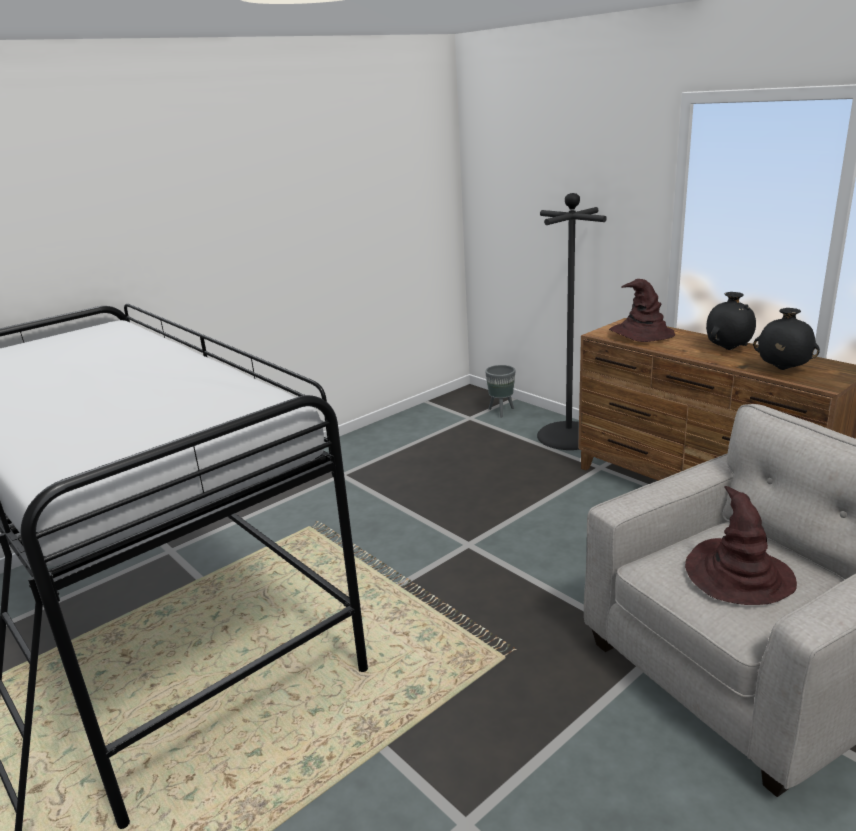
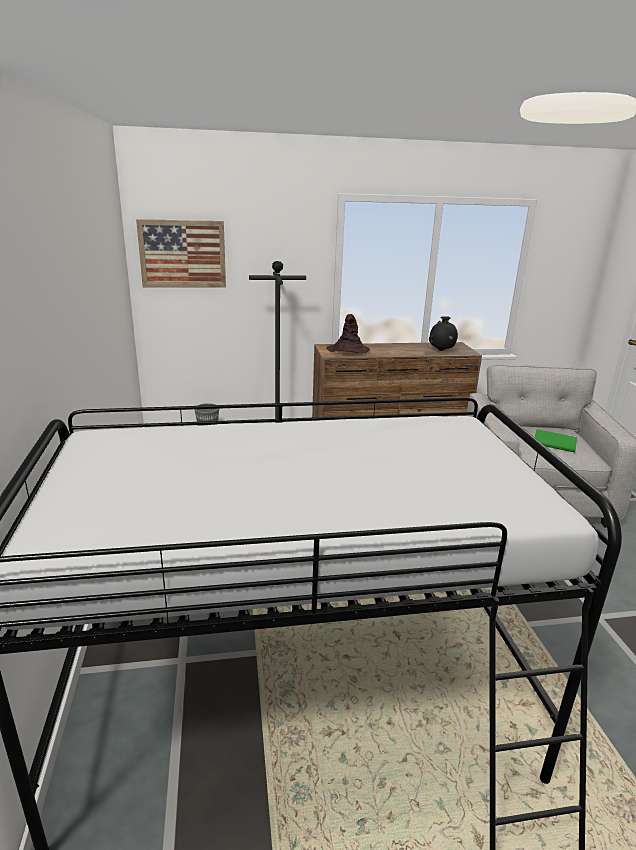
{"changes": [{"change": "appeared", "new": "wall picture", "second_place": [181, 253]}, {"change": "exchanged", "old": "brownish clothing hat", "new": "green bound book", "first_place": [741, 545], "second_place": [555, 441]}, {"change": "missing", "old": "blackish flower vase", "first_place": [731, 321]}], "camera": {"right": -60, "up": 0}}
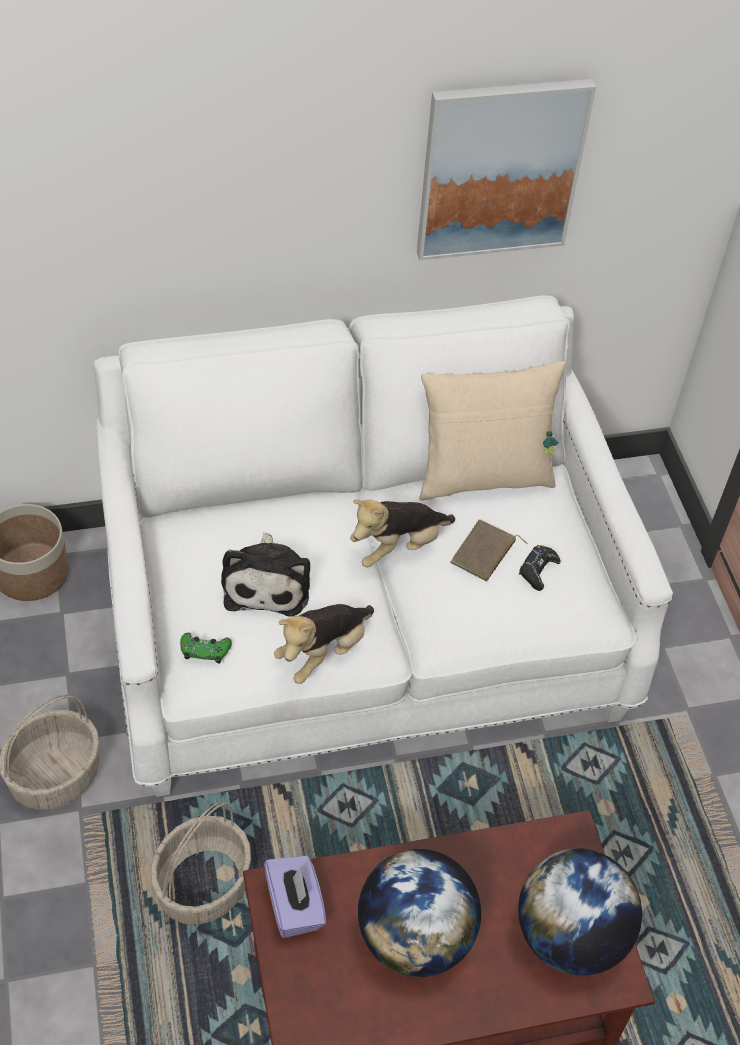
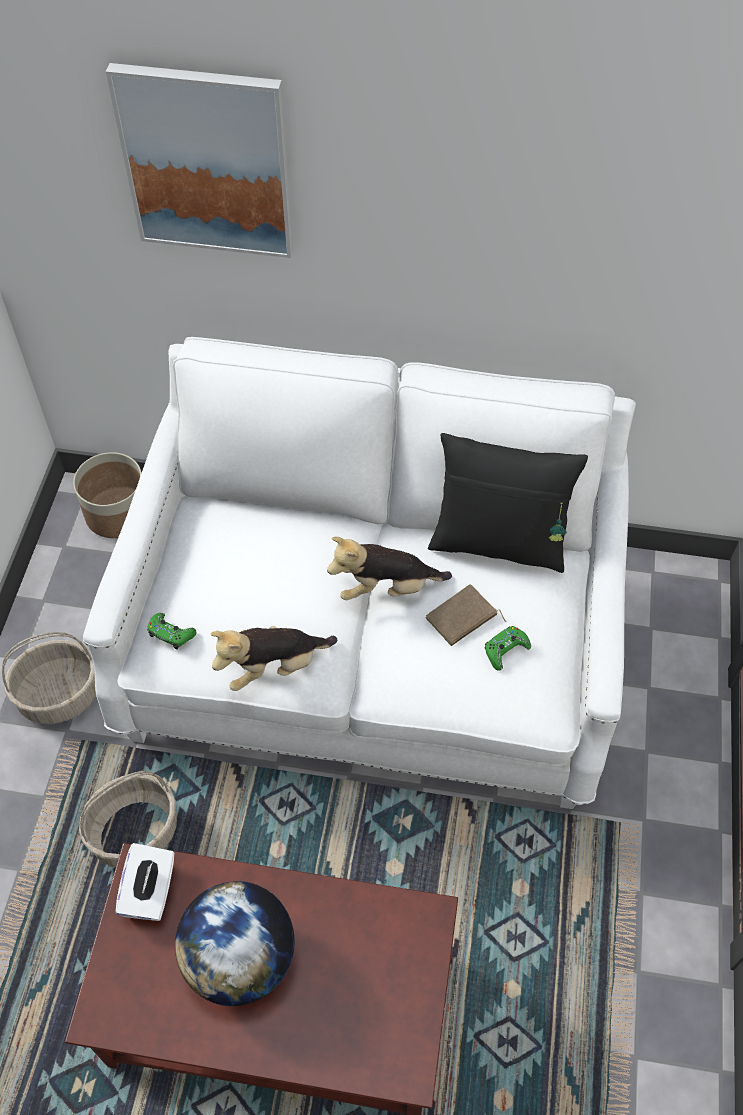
{"changes": [{"change": "relocated", "old": "wall picture", "first_place": [506, 169], "second_place": [199, 160]}, {"change": "colour", "old": "purple tissue holder", "new": "white-coloured tissue holder", "first_place": [295, 897], "second_place": [144, 882]}, {"change": "colour", "old": "sand-coloured throw pillow", "new": "blackish throw pillow", "first_place": [492, 431], "second_place": [508, 503]}, {"change": "colour", "old": "blackish gamepad", "new": "green gamepad", "first_place": [540, 568], "second_place": [507, 648]}, {"change": "missing", "old": "soft toy", "first_place": [265, 574]}, {"change": "missing", "old": "globe", "first_place": [580, 912]}], "camera": {"right": 25, "up": 5}}
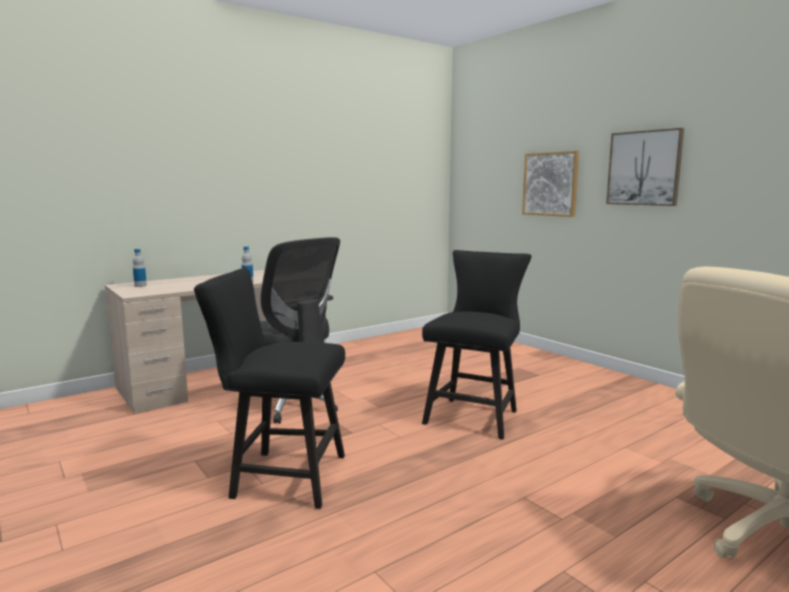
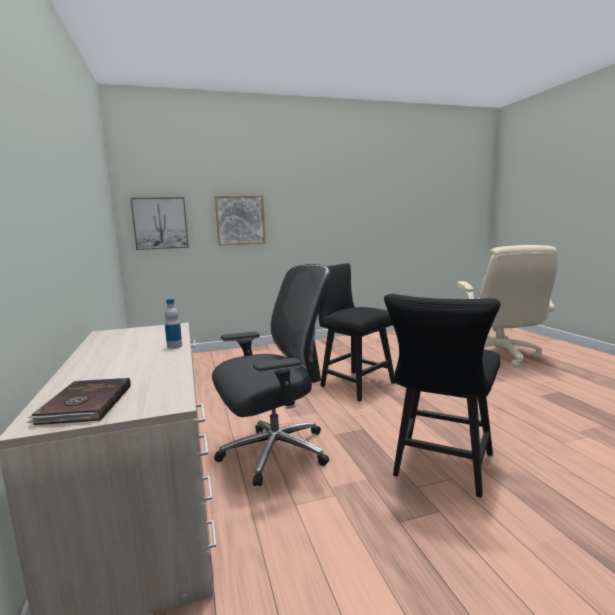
{"changes": [{"change": "exchanged", "old": "bottle", "new": "brownish bound book", "first_place": [140, 268], "second_place": [78, 401]}, {"change": "relocated", "old": "wall picture", "first_place": [645, 167], "second_place": [159, 223]}], "camera": {"right": -70, "up": 0}}
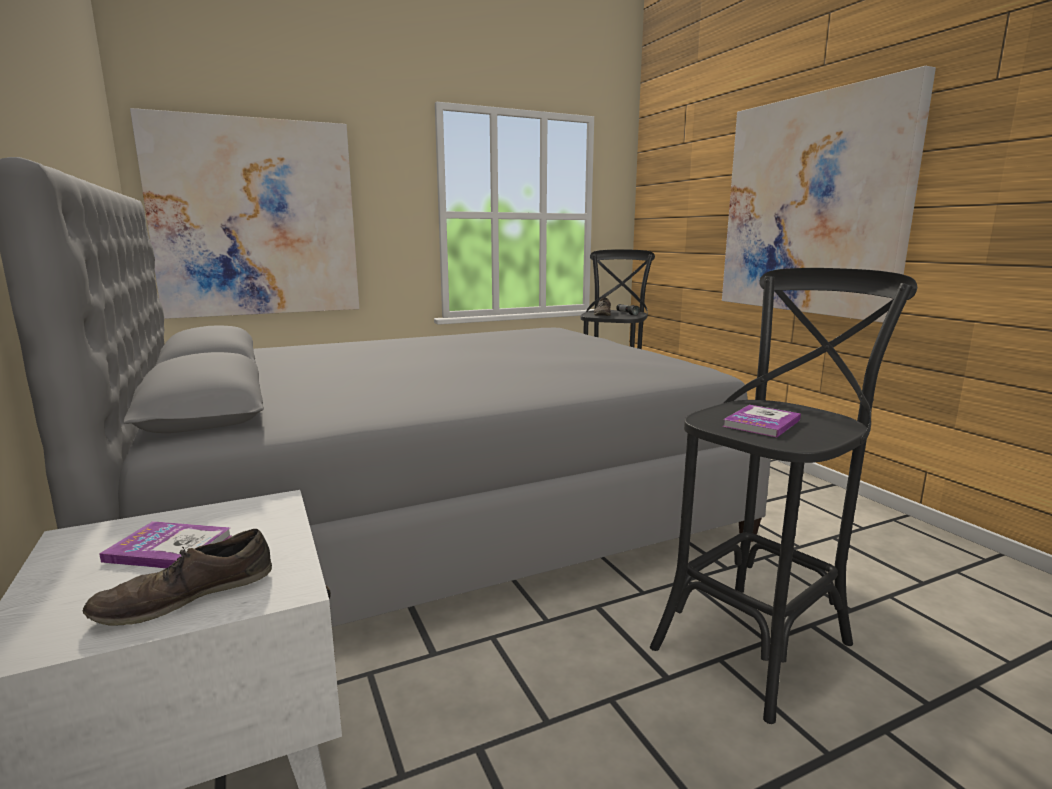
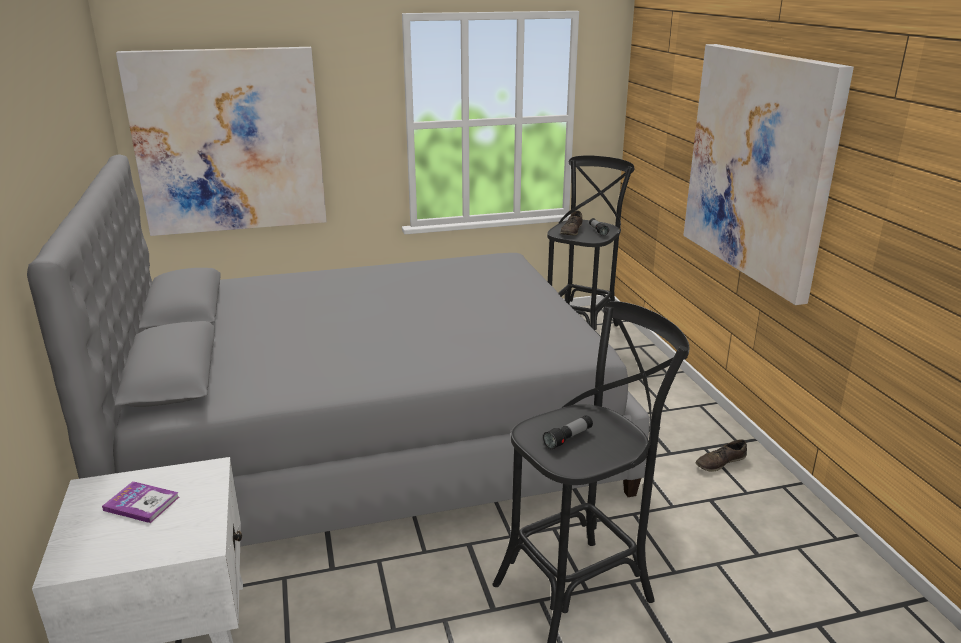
{"changes": [{"change": "exchanged", "old": "bound book", "new": "hand torch", "first_place": [762, 421], "second_place": [568, 432]}, {"change": "relocated", "old": "brownish item of footwear", "first_place": [177, 577], "second_place": [721, 455]}], "camera": {"right": 10, "up": 10}}
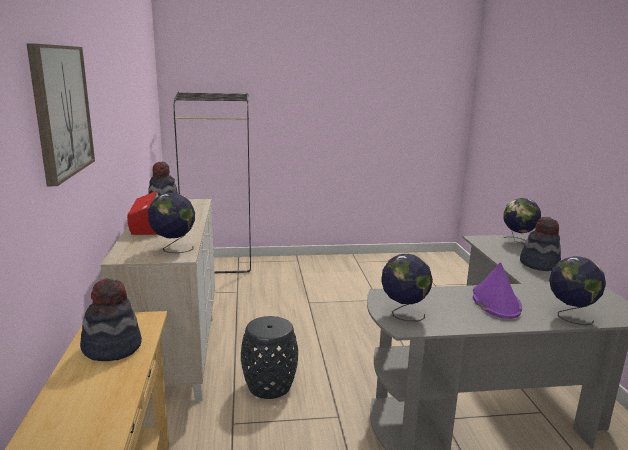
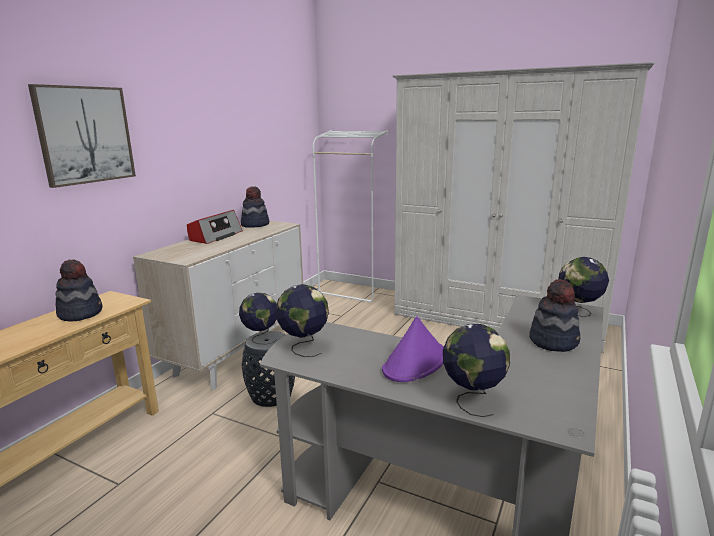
{"changes": [{"change": "relocated", "old": "globe", "first_place": [171, 223], "second_place": [258, 319]}, {"change": "colour", "old": "blackish garment stand", "new": "white-coloured garment stand", "first_place": [212, 182], "second_place": [350, 216]}, {"change": "appeared", "new": "white-coloured clothes cupboard", "second_place": [524, 207]}], "camera": {"right": 35, "up": 0}}
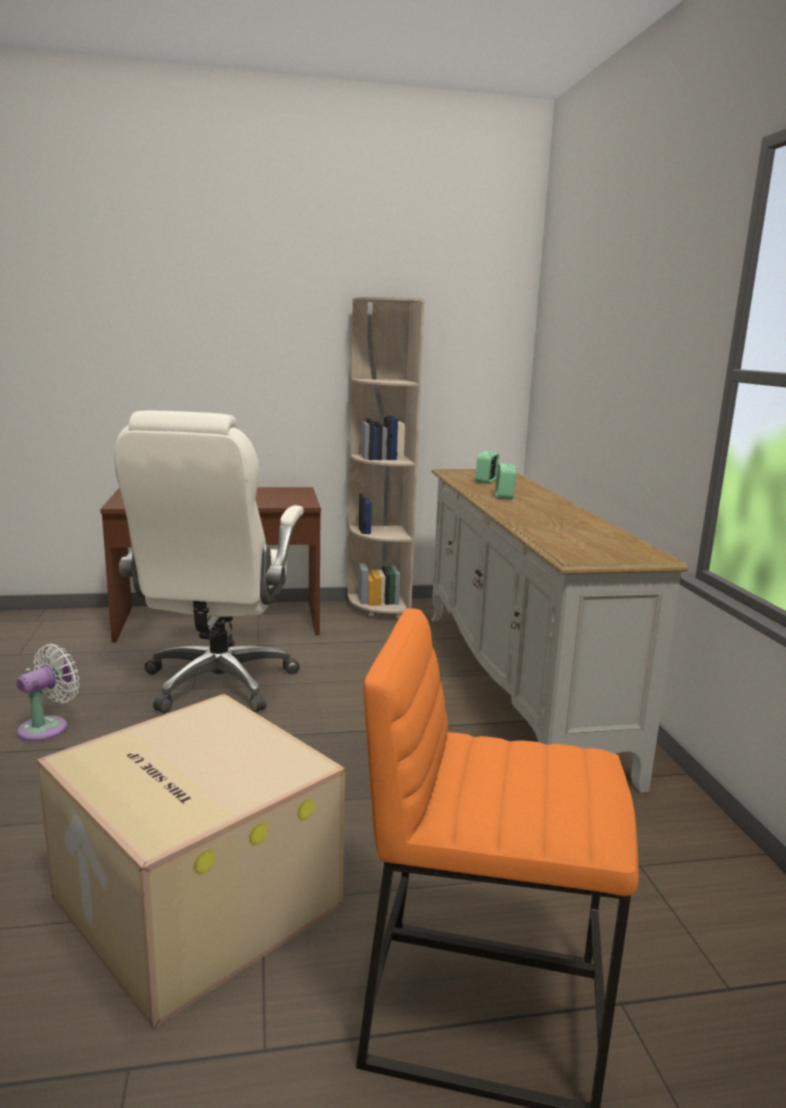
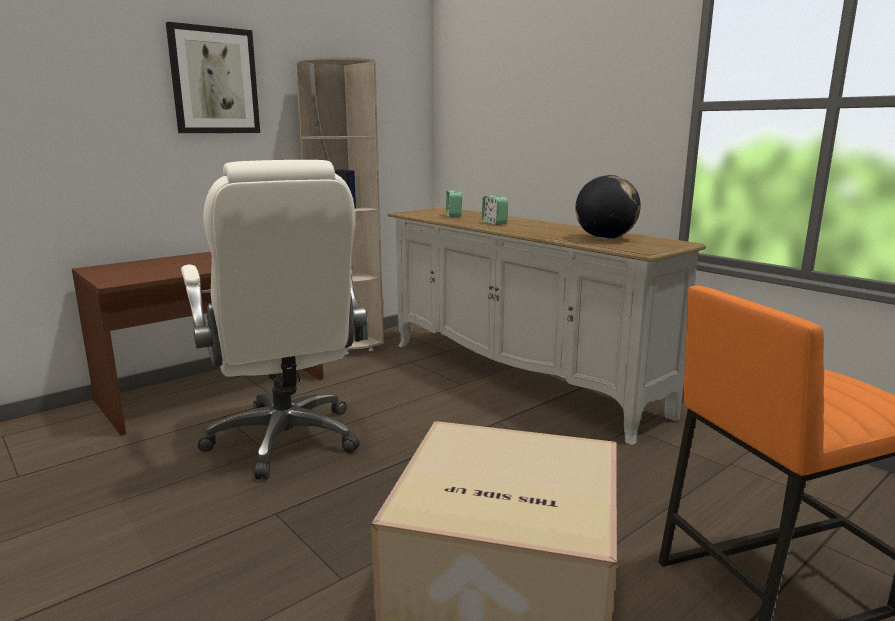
{"changes": [{"change": "appeared", "new": "wall picture", "second_place": [213, 77]}, {"change": "appeared", "new": "globe", "second_place": [608, 207]}, {"change": "missing", "old": "white-coloured cooling fan", "first_place": [47, 693]}], "camera": {"right": -30, "up": 0}}
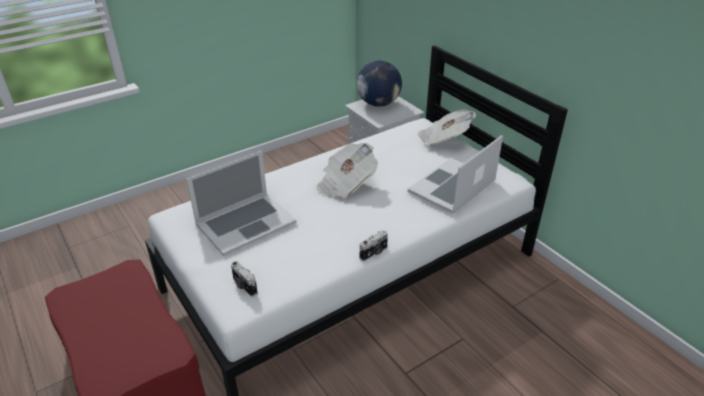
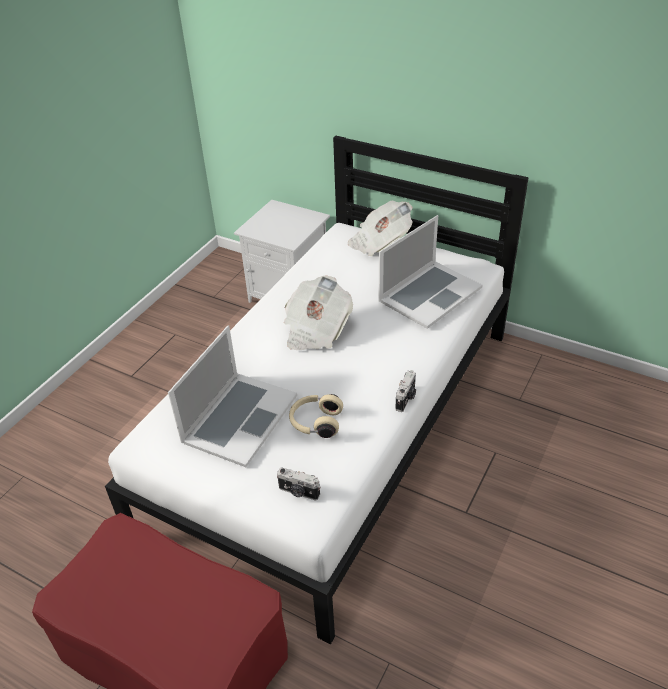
{"changes": [{"change": "appeared", "new": "sand-coloured headphones", "second_place": [316, 416]}, {"change": "spun", "old": "portable computer", "first_place": [455, 174], "second_place": [431, 272], "degrees": -150}, {"change": "missing", "old": "globe", "first_place": [379, 84]}], "camera": {"right": -25, "up": 5}}
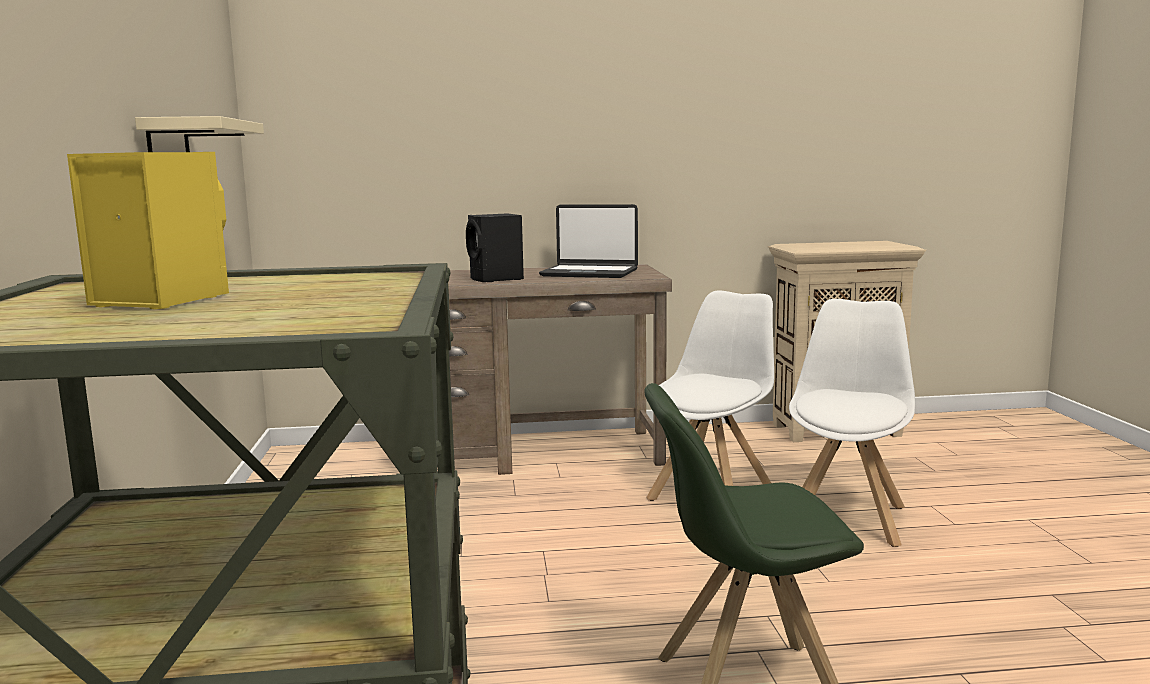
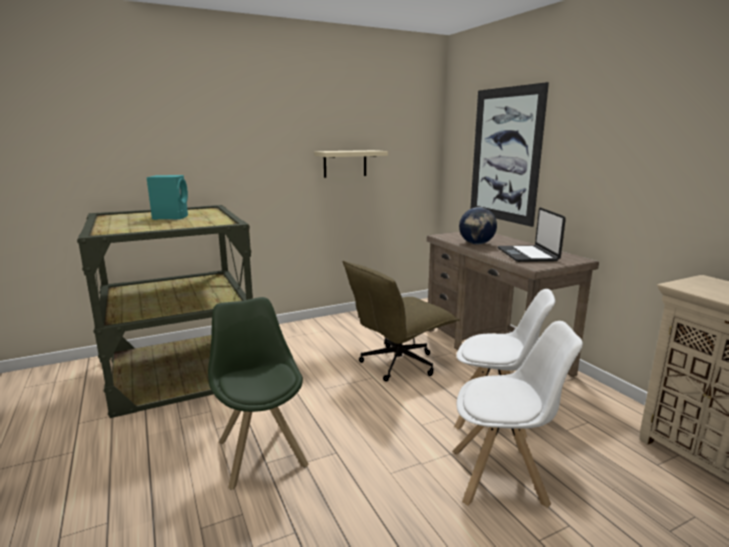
{"changes": [{"change": "colour", "old": "yellow-coloured speaker", "new": "blue-green speaker", "first_place": [148, 230], "second_place": [167, 197]}, {"change": "appeared", "new": "sand-coloured office chair", "second_place": [401, 321]}, {"change": "exchanged", "old": "blackish speaker", "new": "globe", "first_place": [495, 247], "second_place": [478, 225]}, {"change": "appeared", "new": "wall picture", "second_place": [509, 154]}], "camera": {"right": 70, "up": 5}}
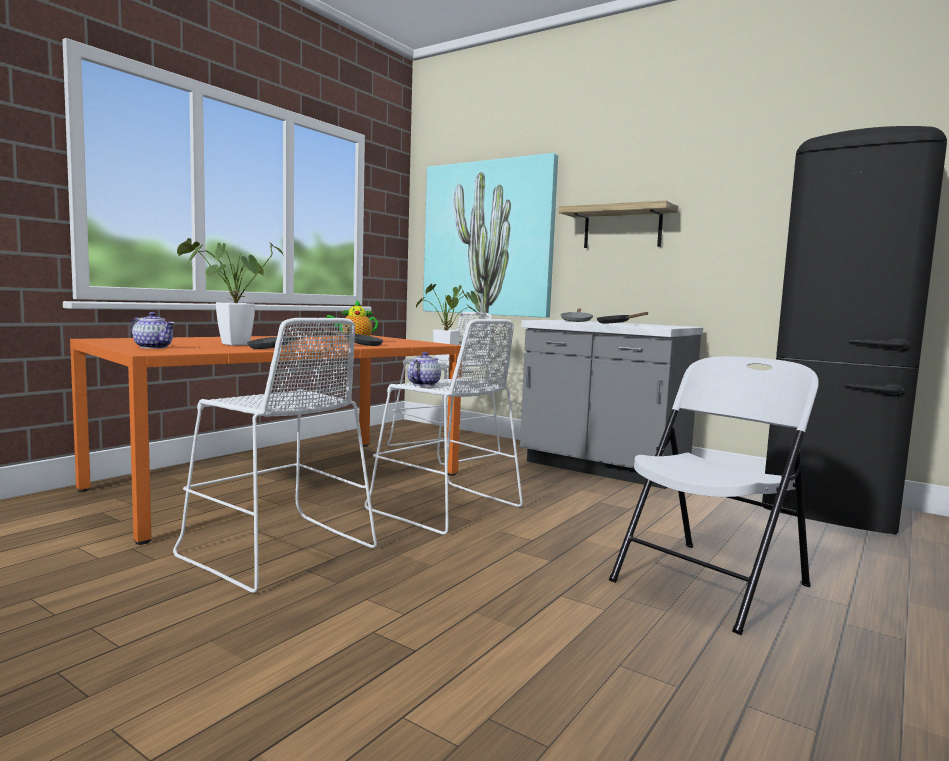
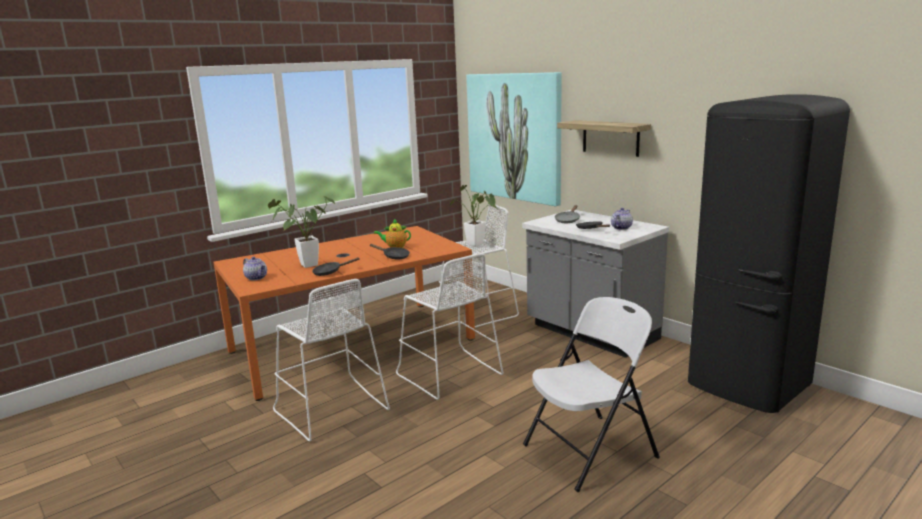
{"changes": [{"change": "relocated", "old": "tea pot", "first_place": [424, 369], "second_place": [622, 219]}], "camera": {"right": 15, "up": 10}}
